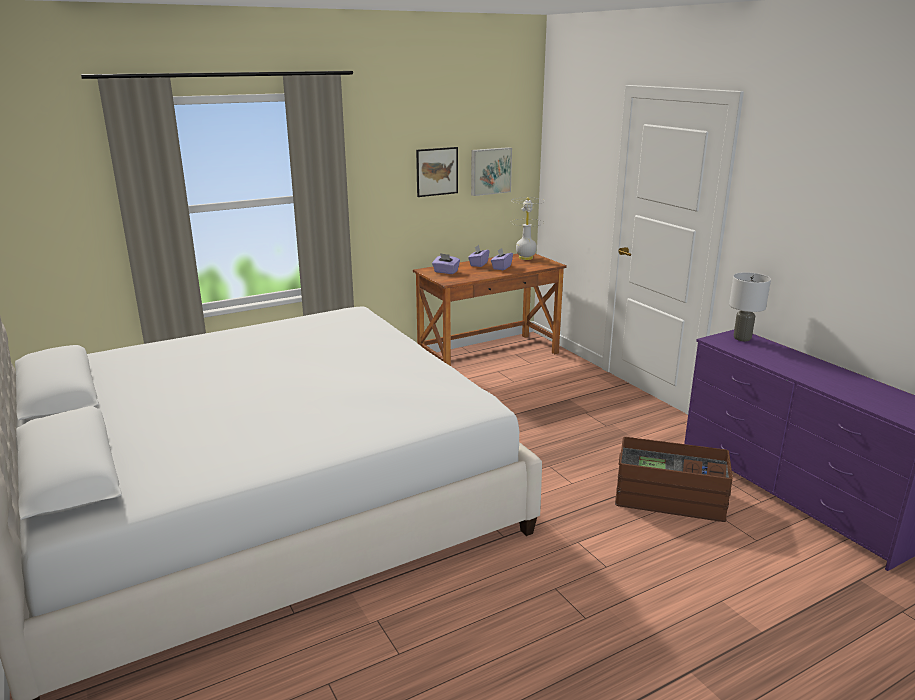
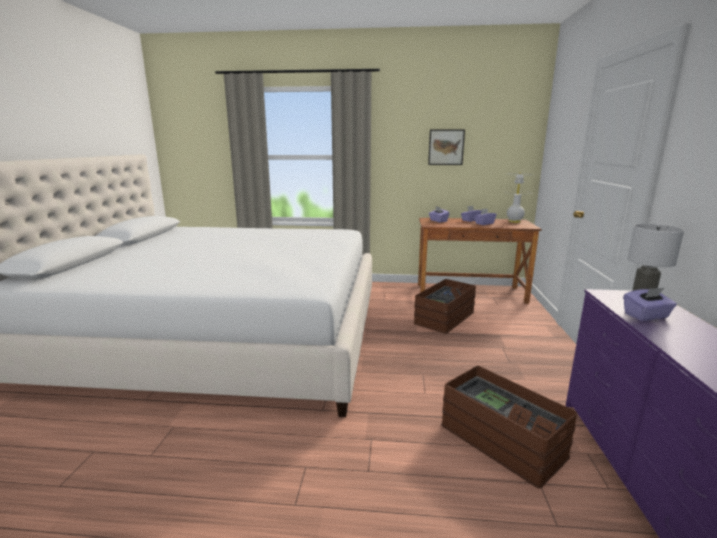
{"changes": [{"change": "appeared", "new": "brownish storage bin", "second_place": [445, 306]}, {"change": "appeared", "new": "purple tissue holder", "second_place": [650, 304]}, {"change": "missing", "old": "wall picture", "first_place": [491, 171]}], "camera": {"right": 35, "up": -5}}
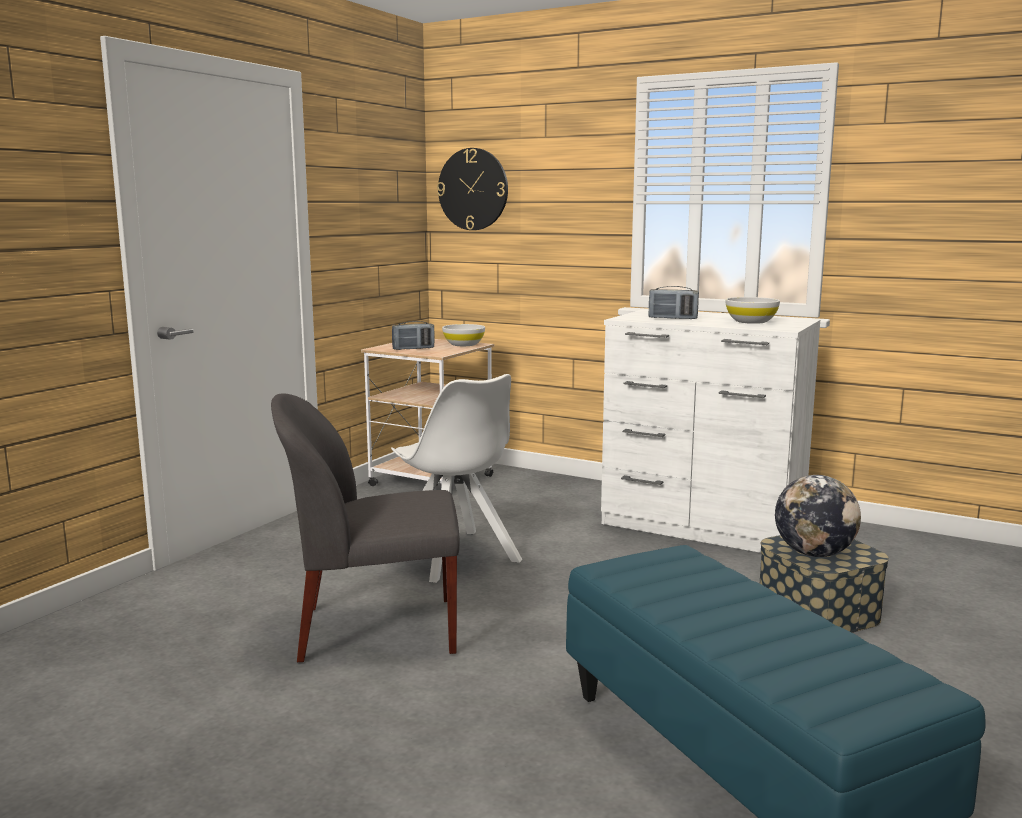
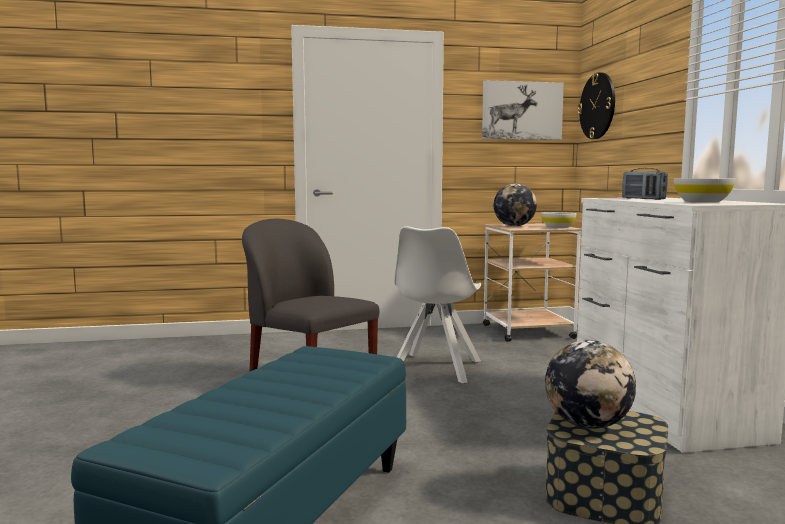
{"changes": [{"change": "appeared", "new": "wall picture", "second_place": [523, 110]}, {"change": "exchanged", "old": "radio", "new": "globe", "first_place": [413, 335], "second_place": [515, 205]}], "camera": {"right": 50, "up": -5}}
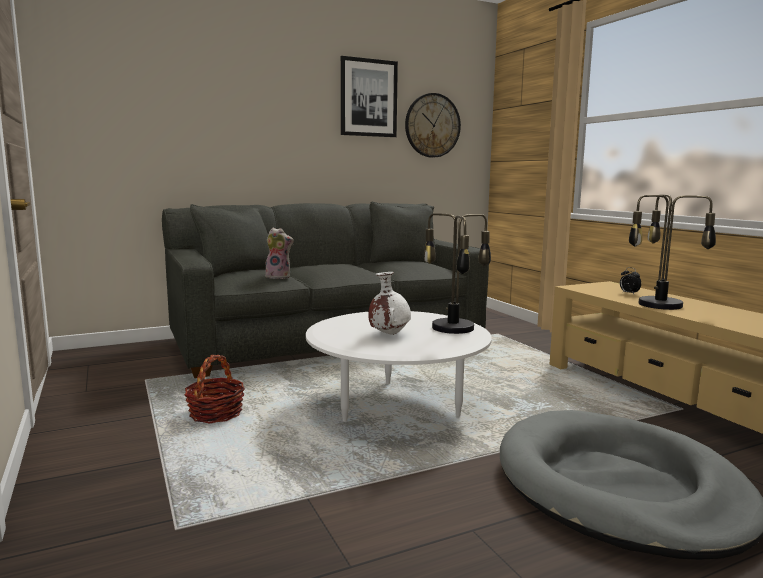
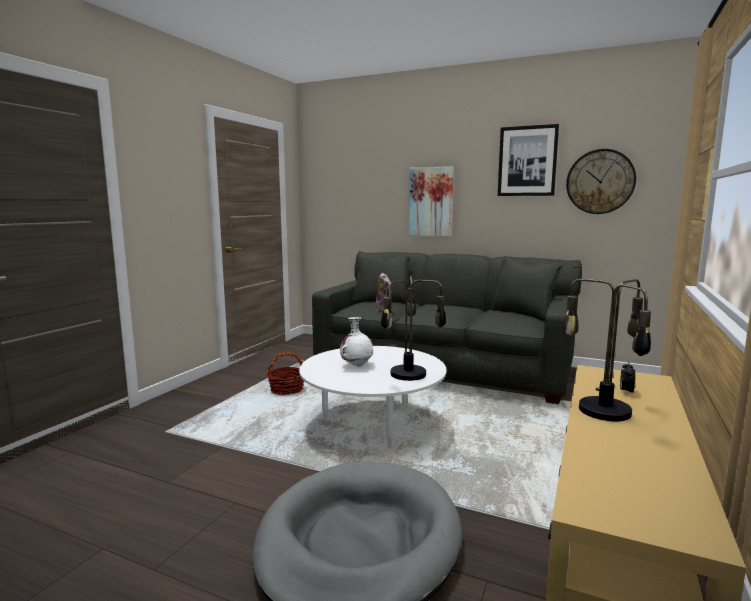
{"changes": [{"change": "appeared", "new": "wall picture", "second_place": [431, 201]}], "camera": {"right": 50, "up": 0}}
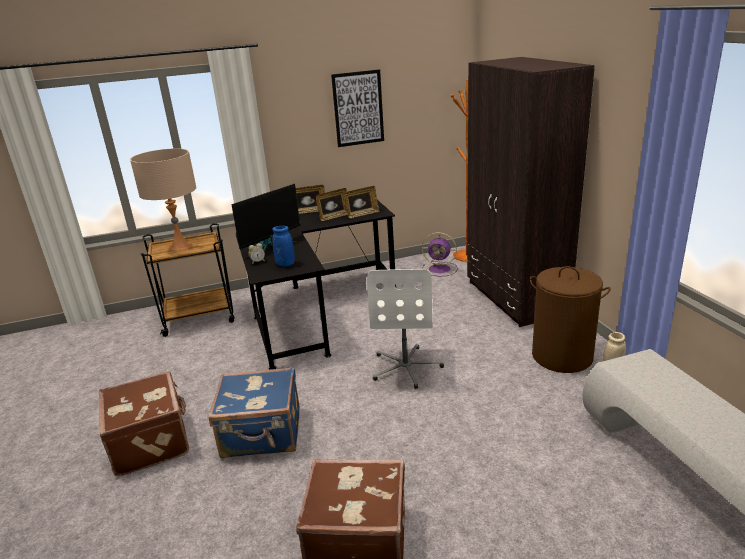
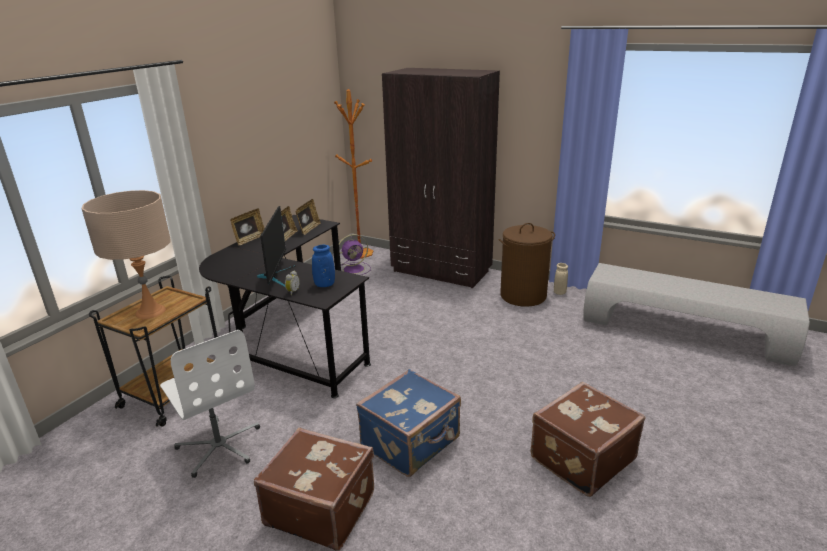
{"changes": [{"change": "relocated", "old": "white-coloured office chair", "first_place": [405, 329], "second_place": [210, 404]}, {"change": "missing", "old": "wall picture", "first_place": [357, 108]}], "camera": {"right": -45, "up": 0}}
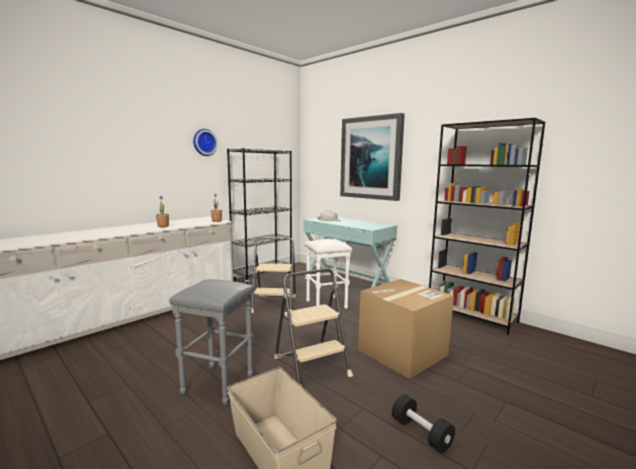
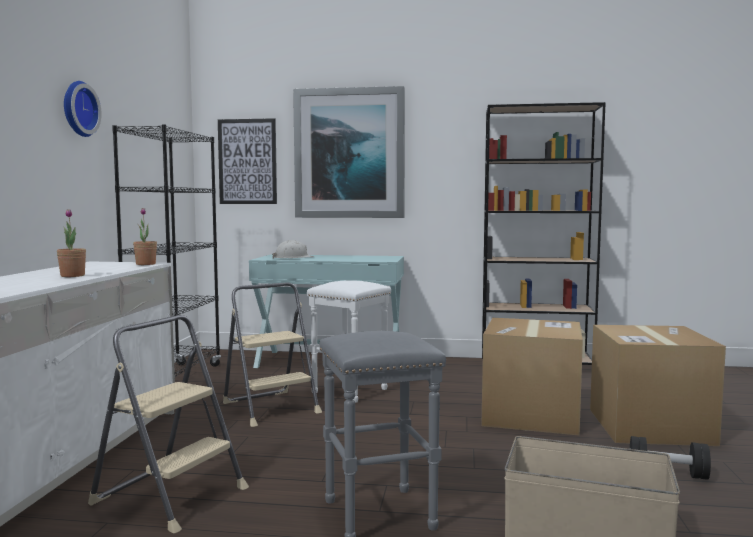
{"changes": [{"change": "relocated", "old": "sand-coloured step ladder", "first_place": [313, 326], "second_place": [168, 424]}, {"change": "appeared", "new": "wall picture", "second_place": [247, 161]}, {"change": "appeared", "new": "cardboard box", "second_place": [658, 385]}], "camera": {"right": -35, "up": -5}}
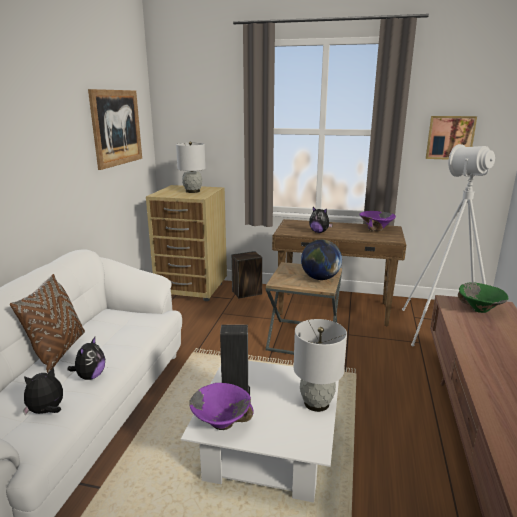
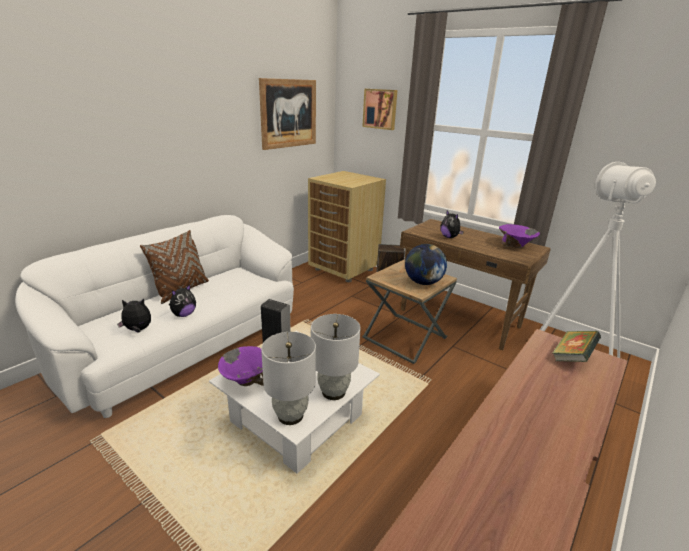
{"changes": [{"change": "relocated", "old": "white-coloured lamp for a table", "first_place": [191, 167], "second_place": [288, 378]}, {"change": "relocated", "old": "wall picture", "first_place": [451, 138], "second_place": [379, 109]}, {"change": "exchanged", "old": "green deep dish", "new": "bound book", "first_place": [483, 297], "second_place": [576, 346]}], "camera": {"right": 25, "up": 5}}
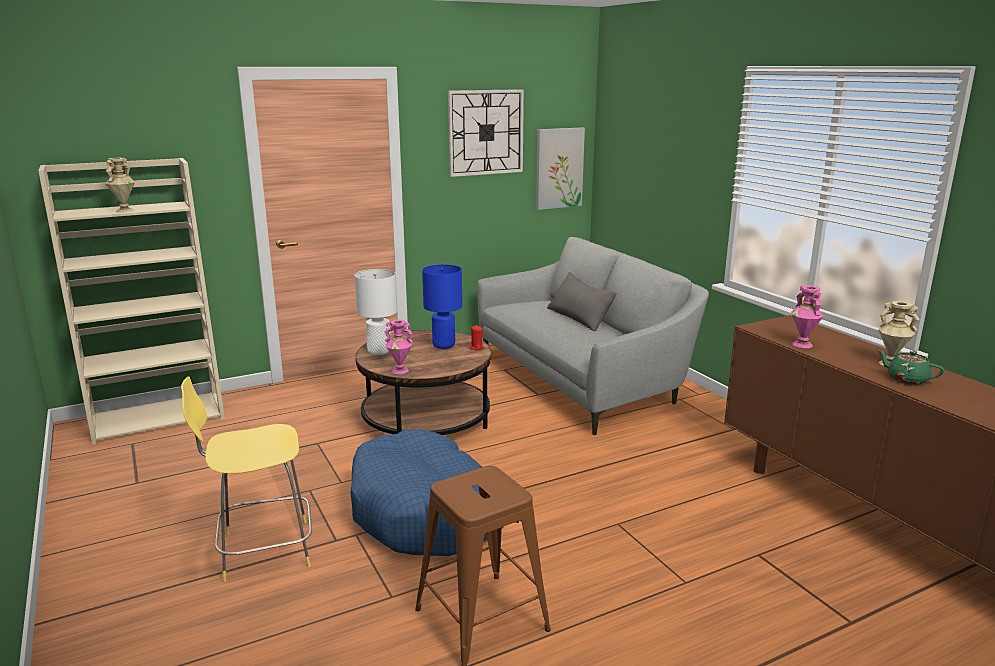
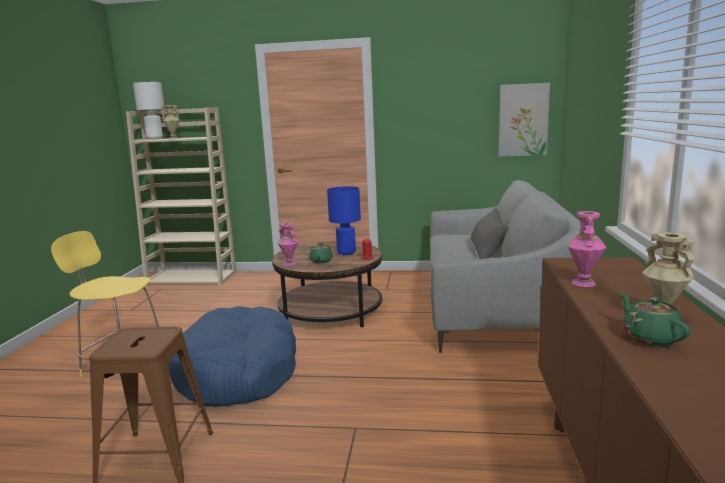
{"changes": [{"change": "relocated", "old": "white-coloured lamp for a table", "first_place": [376, 312], "second_place": [148, 111]}, {"change": "appeared", "new": "green tea pot", "second_place": [321, 252]}, {"change": "missing", "old": "wall clock", "first_place": [486, 133]}], "camera": {"right": 35, "up": -5}}
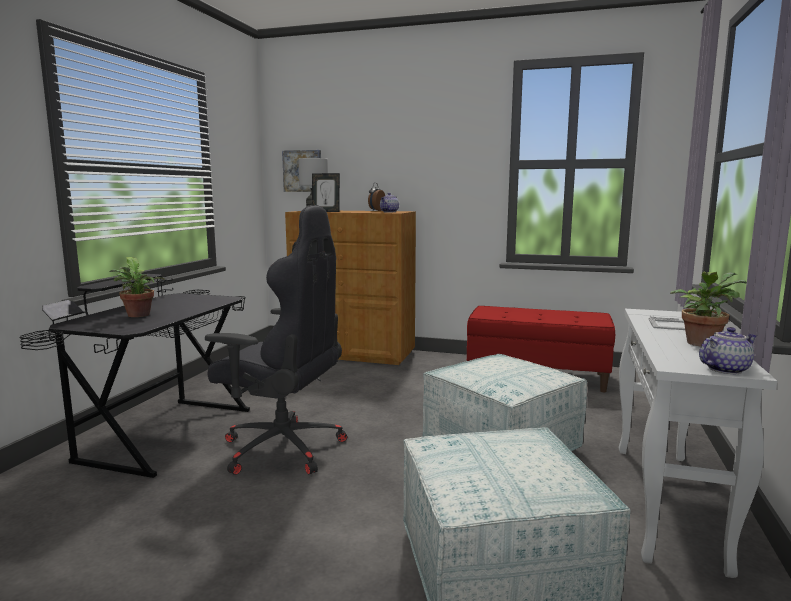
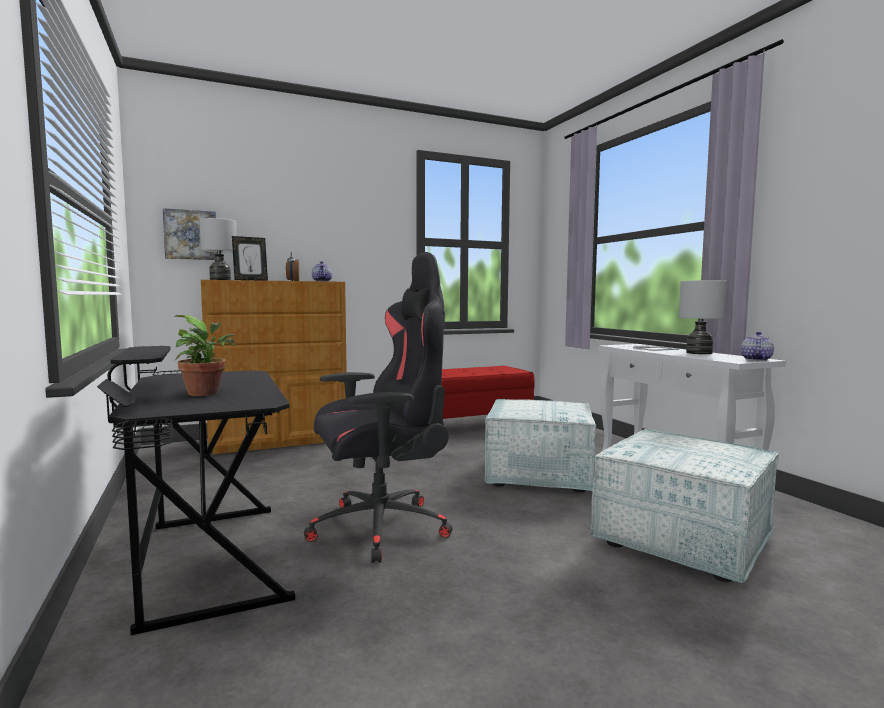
{"changes": [{"change": "exchanged", "old": "potted plant", "new": "greyish lamp for a table", "first_place": [708, 309], "second_place": [703, 317]}], "camera": {"right": -40, "up": -5}}
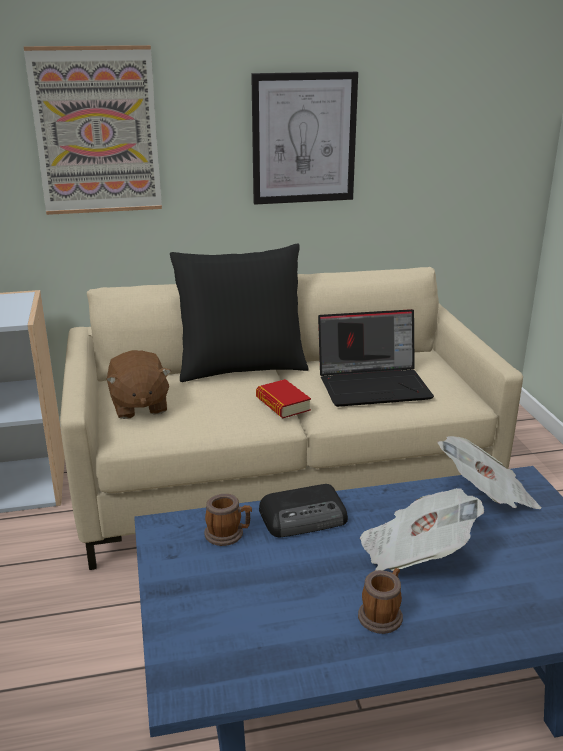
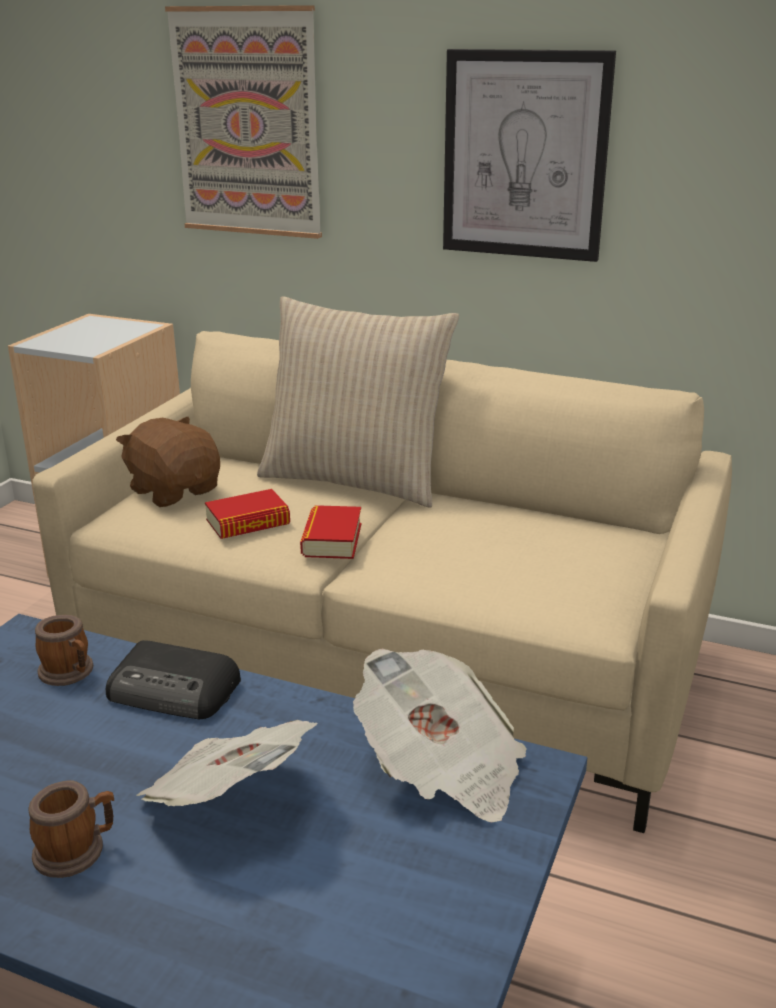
{"changes": [{"change": "spun", "old": "brownish soft toy", "first_place": [139, 384], "second_place": [168, 462], "degrees": 120}, {"change": "appeared", "new": "bound book", "second_place": [247, 514]}, {"change": "colour", "old": "blackish throw pillow", "new": "sand-coloured throw pillow", "first_place": [239, 313], "second_place": [358, 401]}, {"change": "missing", "old": "portable computer", "first_place": [376, 358]}], "camera": {"right": 35, "up": 0}}
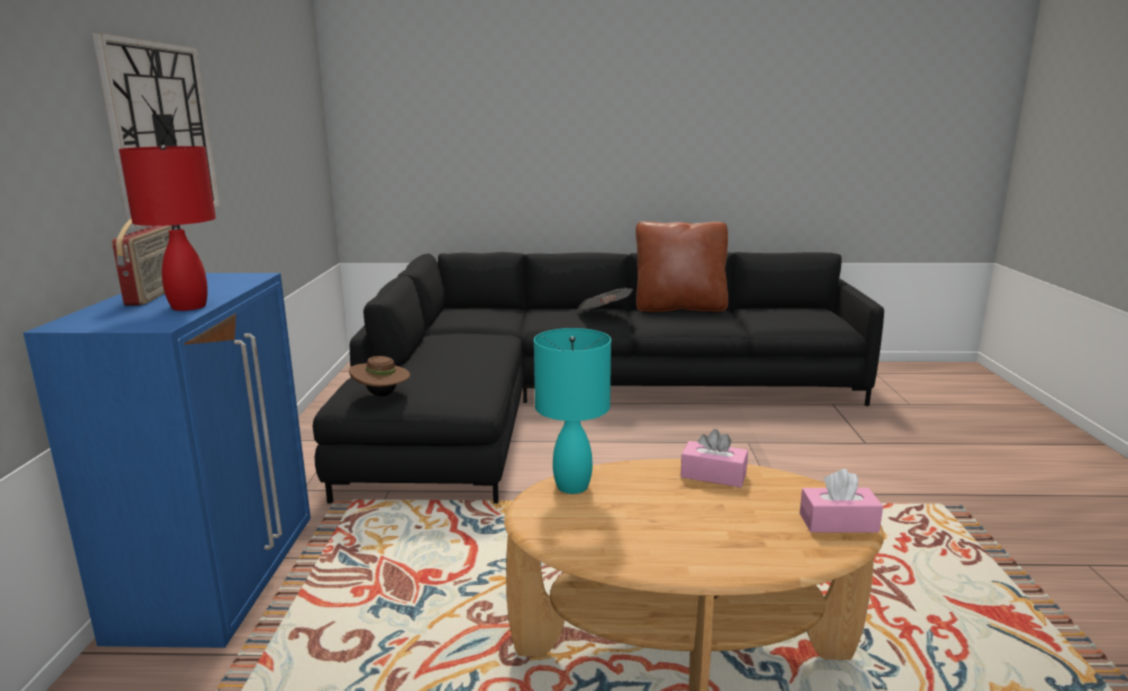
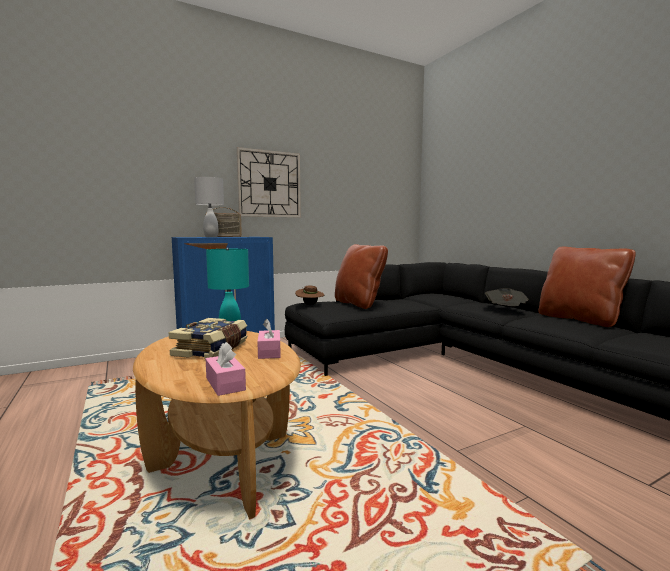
{"changes": [{"change": "appeared", "new": "bound book", "second_place": [208, 338]}, {"change": "colour", "old": "reddish lamp for a table", "new": "white-coloured lamp for a table", "first_place": [167, 228], "second_place": [209, 207]}, {"change": "appeared", "new": "brownish throw pillow", "second_place": [361, 276]}], "camera": {"right": 60, "up": -10}}
